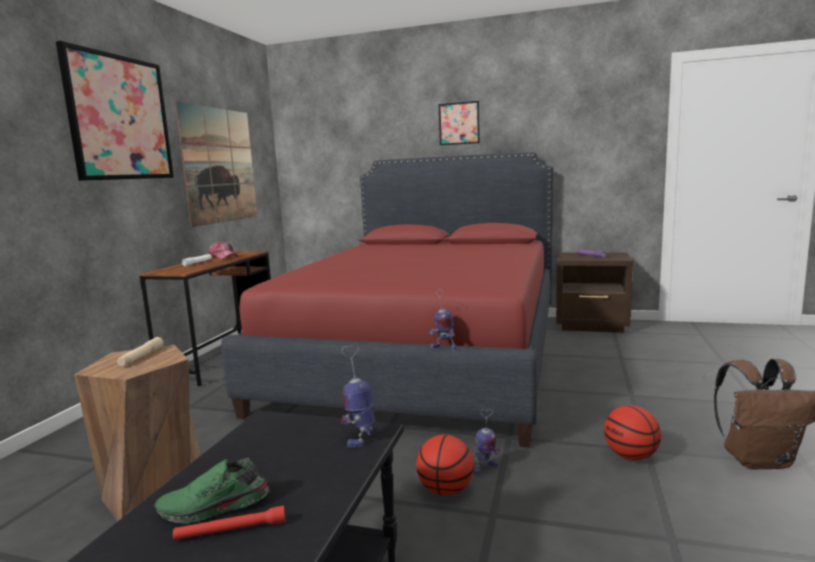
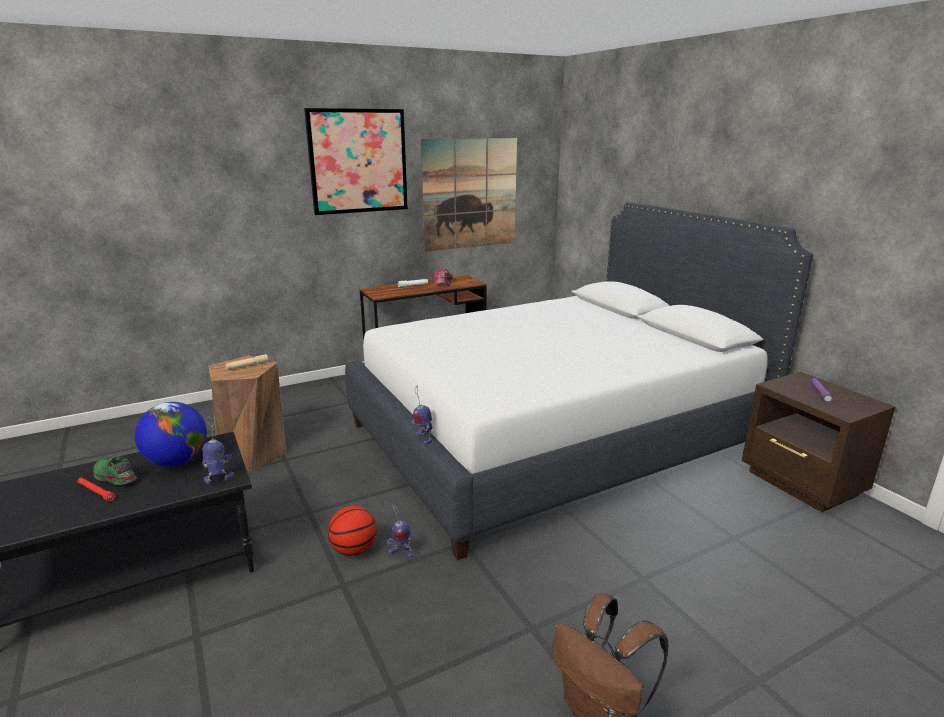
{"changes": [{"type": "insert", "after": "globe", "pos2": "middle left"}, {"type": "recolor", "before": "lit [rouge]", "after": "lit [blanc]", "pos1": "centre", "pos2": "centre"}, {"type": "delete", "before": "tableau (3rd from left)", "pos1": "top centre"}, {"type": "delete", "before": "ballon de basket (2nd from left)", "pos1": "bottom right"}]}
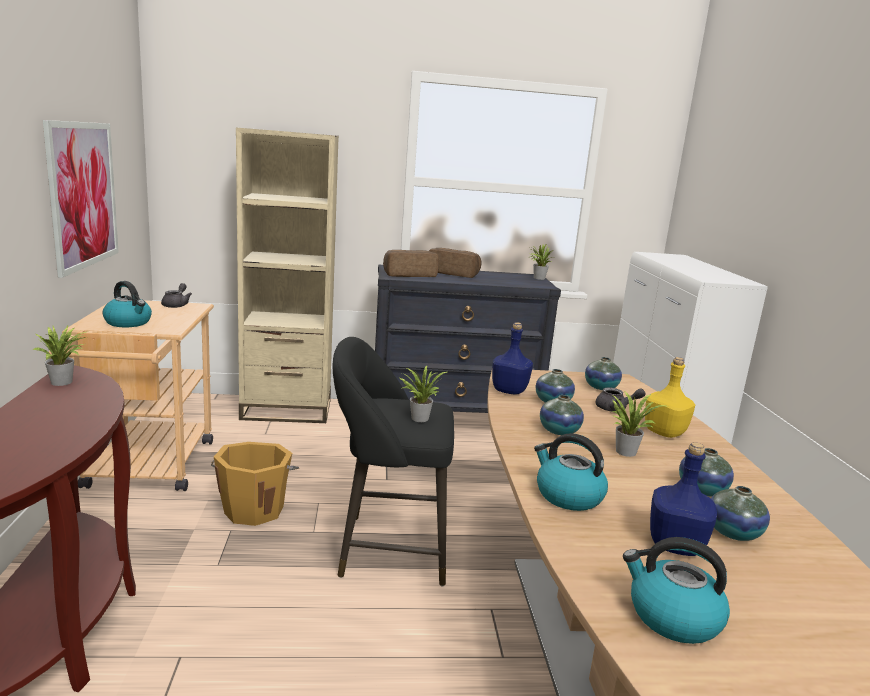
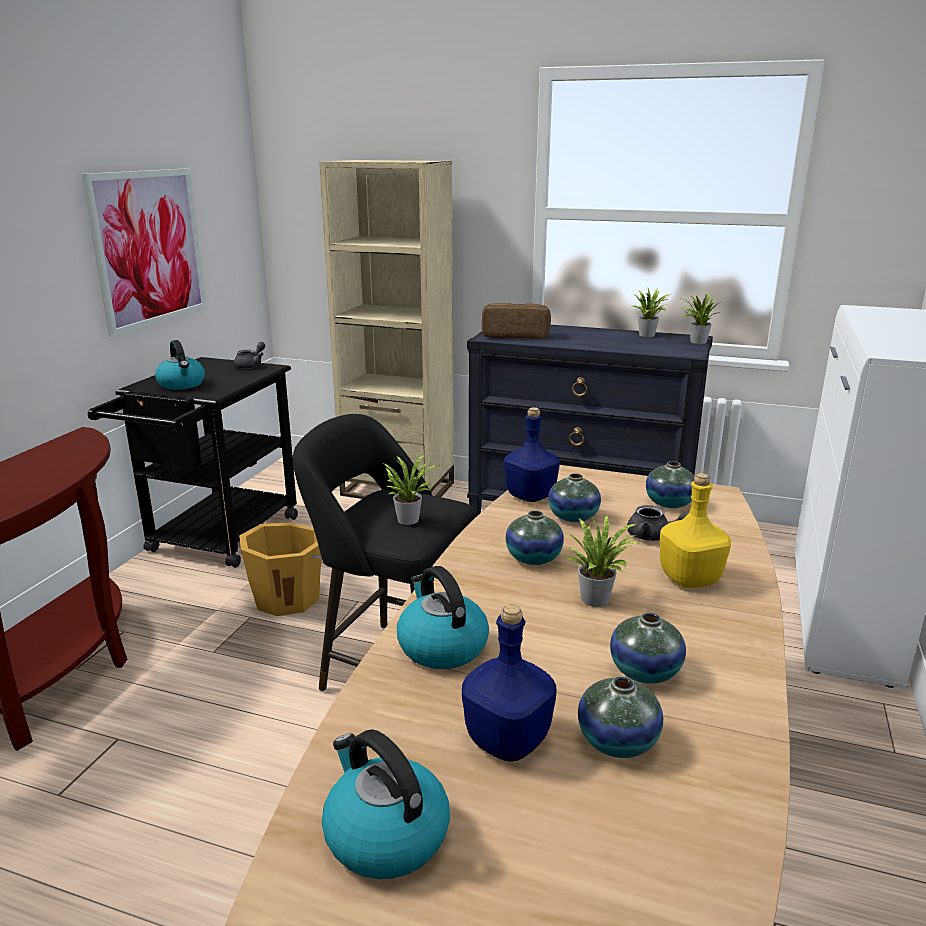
{"changes": [{"type": "recolor", "before": "chariot [beige]", "after": "chariot [noir]", "pos1": "middle left", "pos2": "middle left"}, {"type": "move", "before": "plante en pot (1st from left in the first image)", "after": "plante en pot (3rd from left)", "pos1": "middle left", "pos2": "middle right"}, {"type": "delete", "before": "pain (2nd from left)", "pos1": "centre"}]}
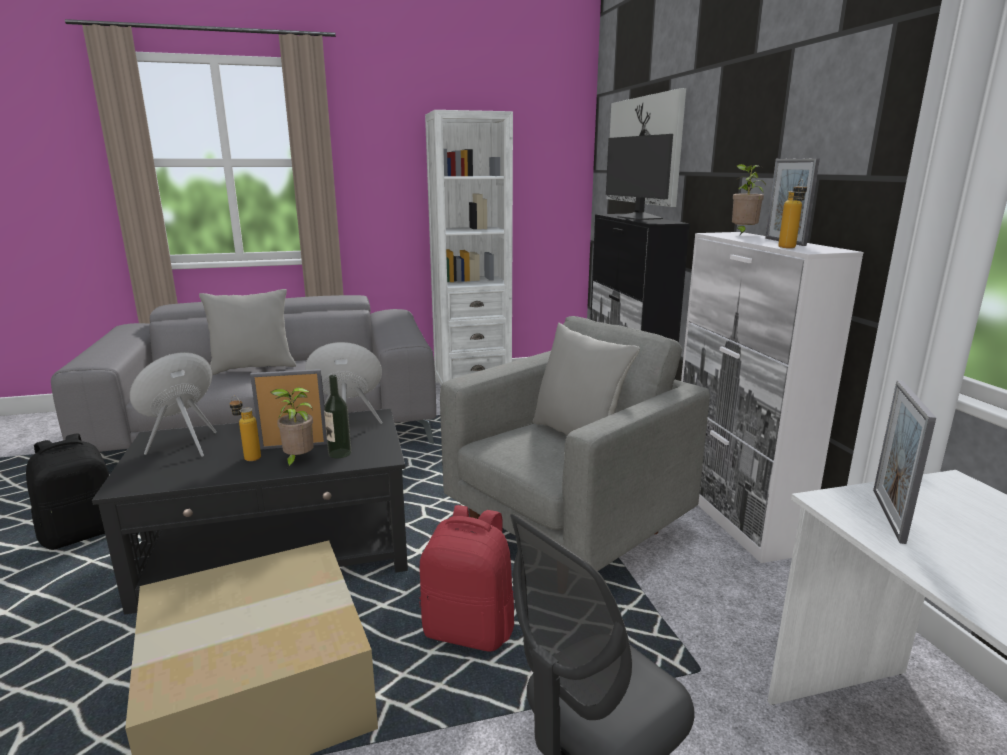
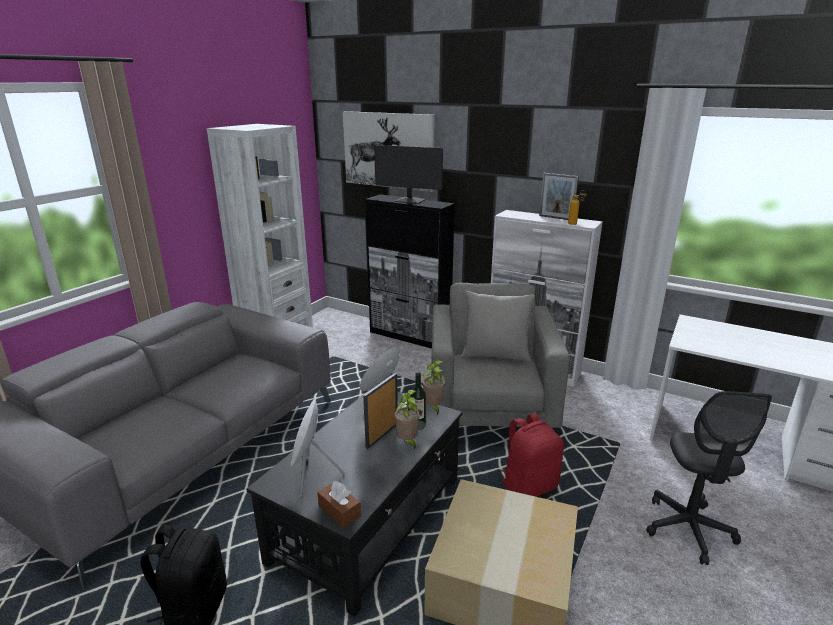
{"changes": [{"type": "insert", "after": "boîte à mouchoirs [marron]", "pos2": "bottom centre"}, {"type": "move", "before": "plante en pot (2nd from left)", "pos1": "top right", "pos2": "centre"}, {"type": "delete", "before": "coussin [gris] (1st from left)", "pos1": "middle left"}, {"type": "delete", "before": "bouteille (1st from left)", "pos1": "middle left"}, {"type": "delete", "before": "cadre photo (3rd from left)", "pos1": "middle right"}]}
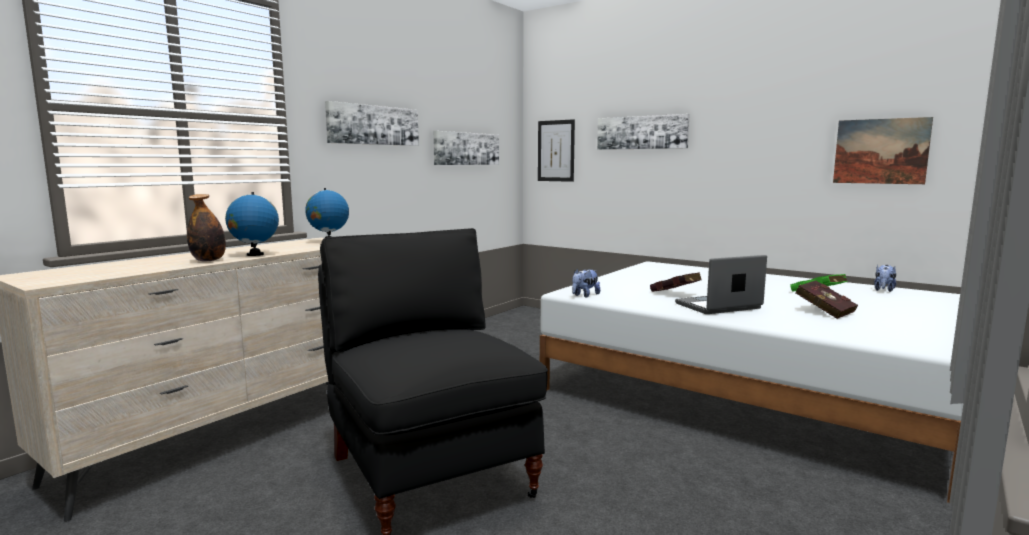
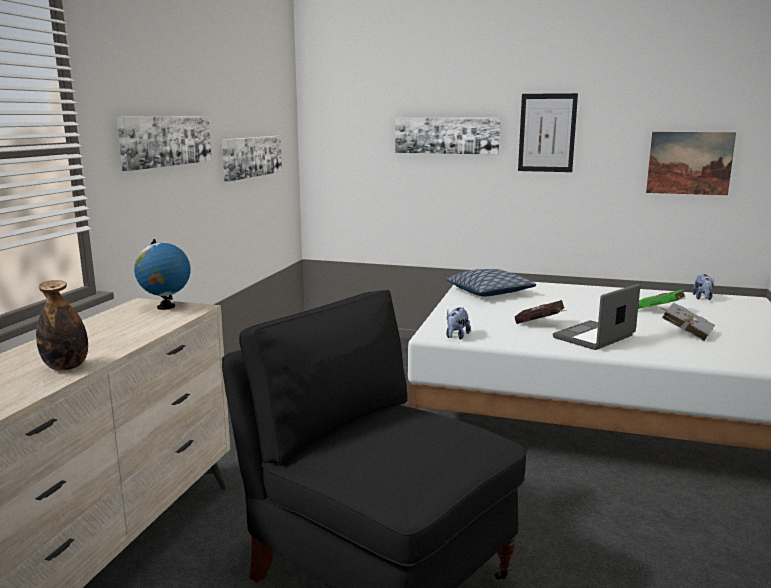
{"changes": [{"type": "insert", "after": "coussin", "pos2": "centre"}, {"type": "move", "before": "tableau (3rd from left in the first image)", "after": "tableau (4th from left)", "pos1": "top centre", "pos2": "top right"}, {"type": "recolor", "before": "livre [rouge] (2nd from left)", "after": "livre [gris]", "pos1": "middle right", "pos2": "middle right"}, {"type": "delete", "before": "globe (1st from left)", "pos1": "middle left"}]}
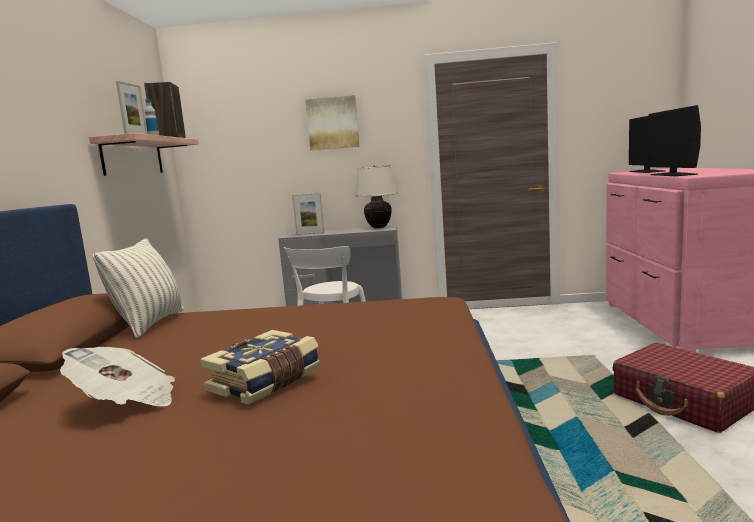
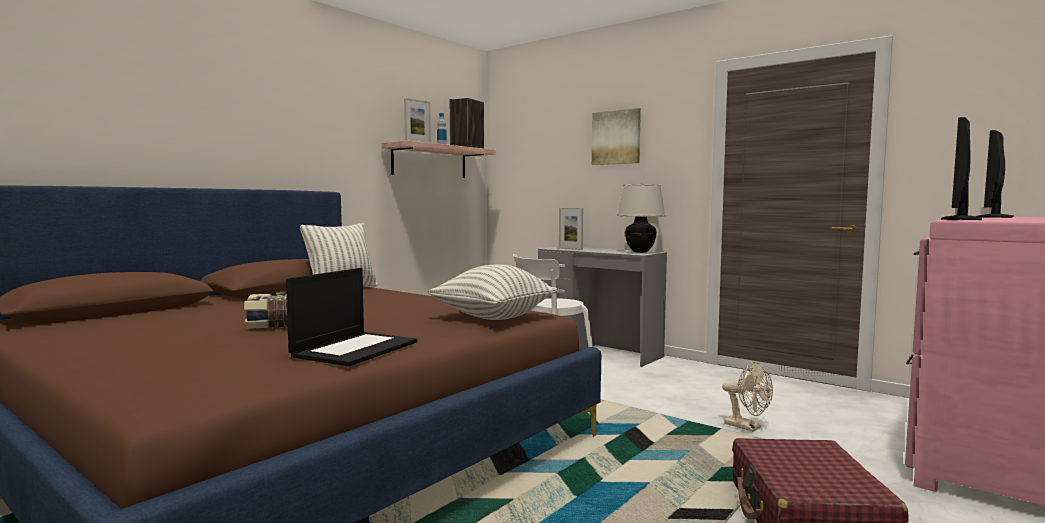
{"changes": [{"type": "insert", "after": "ordinateur portable", "pos2": "centre"}, {"type": "insert", "after": "coussin (2nd from left)", "pos2": "centre"}, {"type": "insert", "after": "ventilateur [beige]", "pos2": "bottom right"}, {"type": "delete", "before": "journal", "pos1": "bottom left"}]}
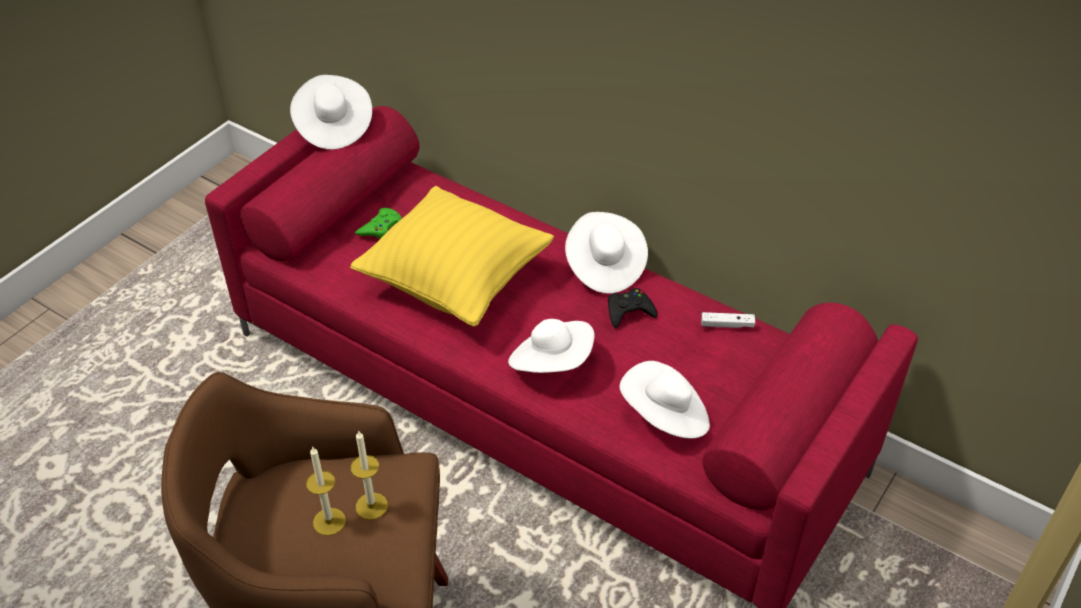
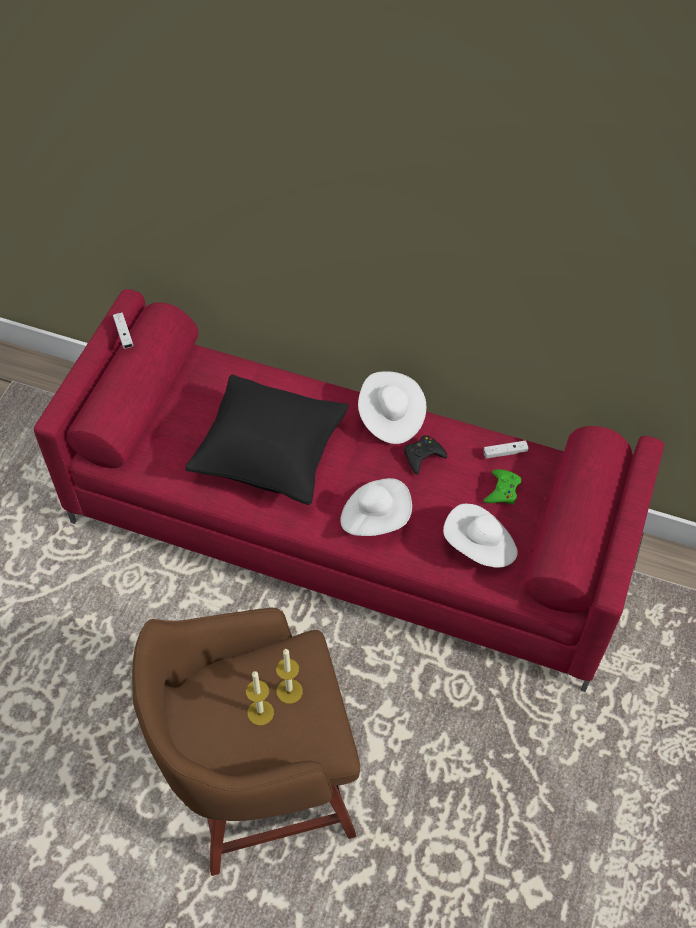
{"changes": [{"type": "replace", "before": "chapeau [blanc] (1st from left)", "after": "manette [blanc] (1st from left)", "pos1": "top left", "pos2": "middle left"}, {"type": "recolor", "before": "coussin [jaune]", "after": "coussin [noir]", "pos1": "centre", "pos2": "centre"}, {"type": "move", "before": "manette [vert]", "pos1": "centre", "pos2": "middle right"}]}
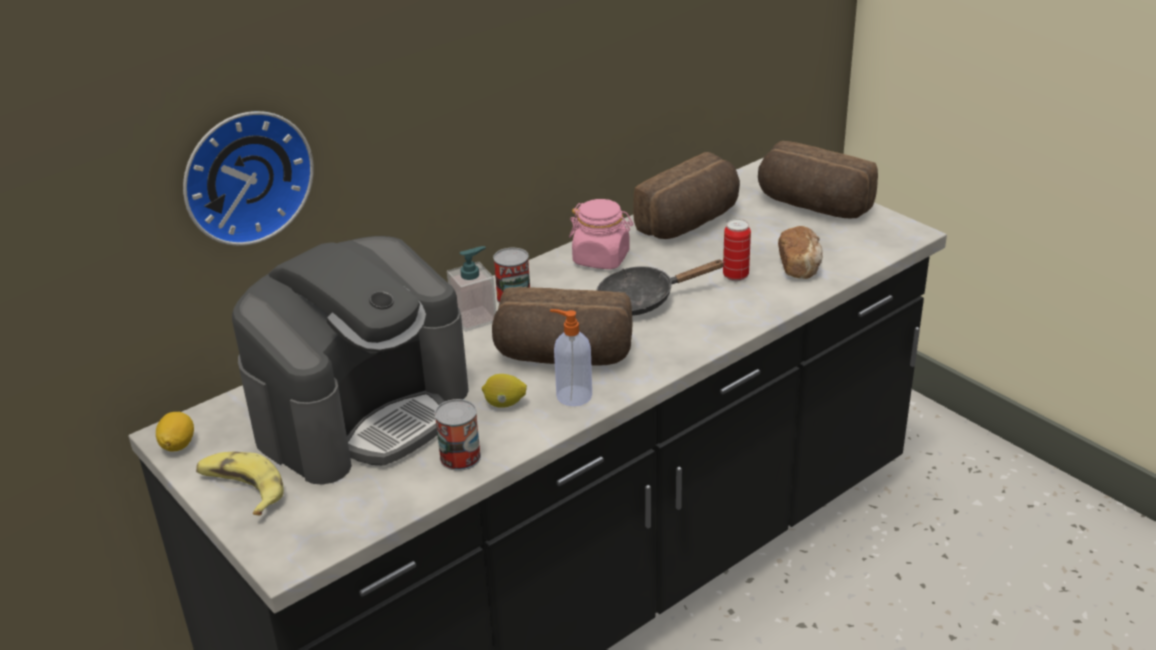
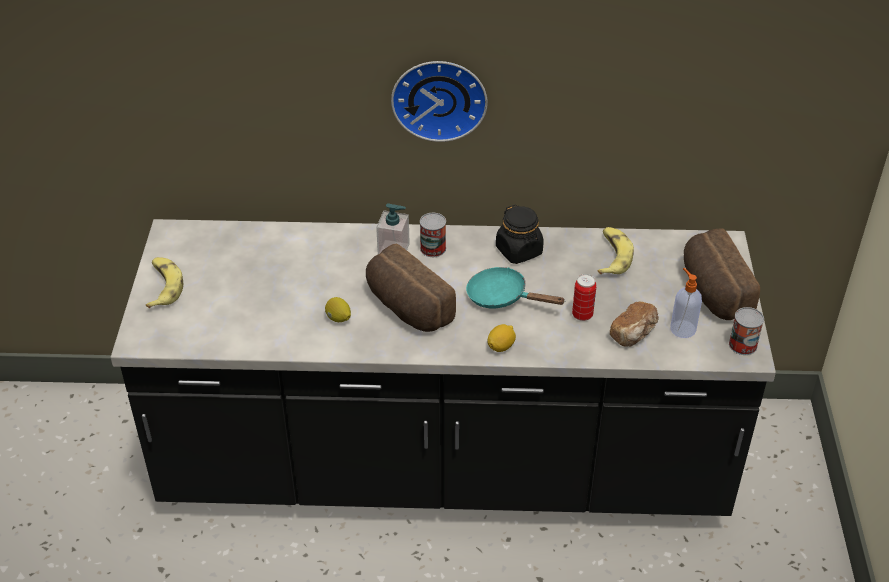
{"changes": [{"type": "move", "before": "horloge murale", "pos1": "top left", "pos2": "top centre"}, {"type": "recolor", "before": "poêle [noir]", "after": "poêle [turquoise]", "pos1": "centre", "pos2": "centre"}, {"type": "move", "before": "citron (1st from left in the first image)", "after": "citron (2nd from left)", "pos1": "middle left", "pos2": "centre"}, {"type": "recolor", "before": "bocal [rose]", "after": "bocal [noir]", "pos1": "centre", "pos2": "centre"}, {"type": "replace", "before": "pain (2nd from left)", "after": "banane (2nd from left)", "pos1": "top centre", "pos2": "middle right"}, {"type": "move", "before": "distributeur de savon (2nd from left)", "pos1": "centre", "pos2": "middle right"}, {"type": "move", "before": "boîte métallique (1st from left in the first image)", "after": "boîte métallique (3rd from left)", "pos1": "bottom centre", "pos2": "middle right"}, {"type": "delete", "before": "machine à café", "pos1": "middle left"}]}
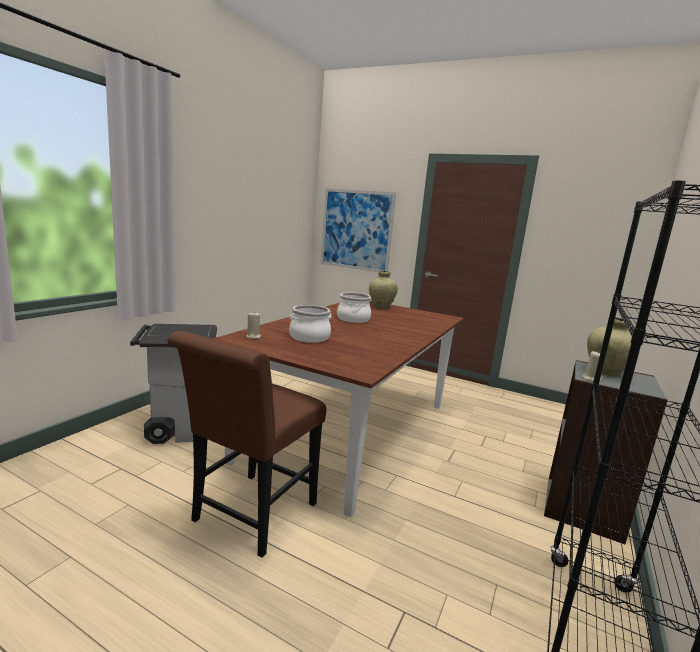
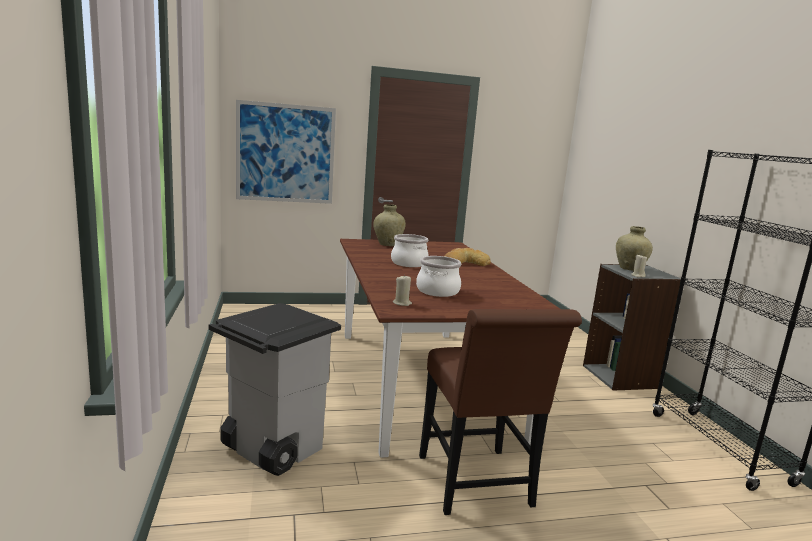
{"changes": [{"type": "insert", "after": "pain", "pos2": "centre"}]}
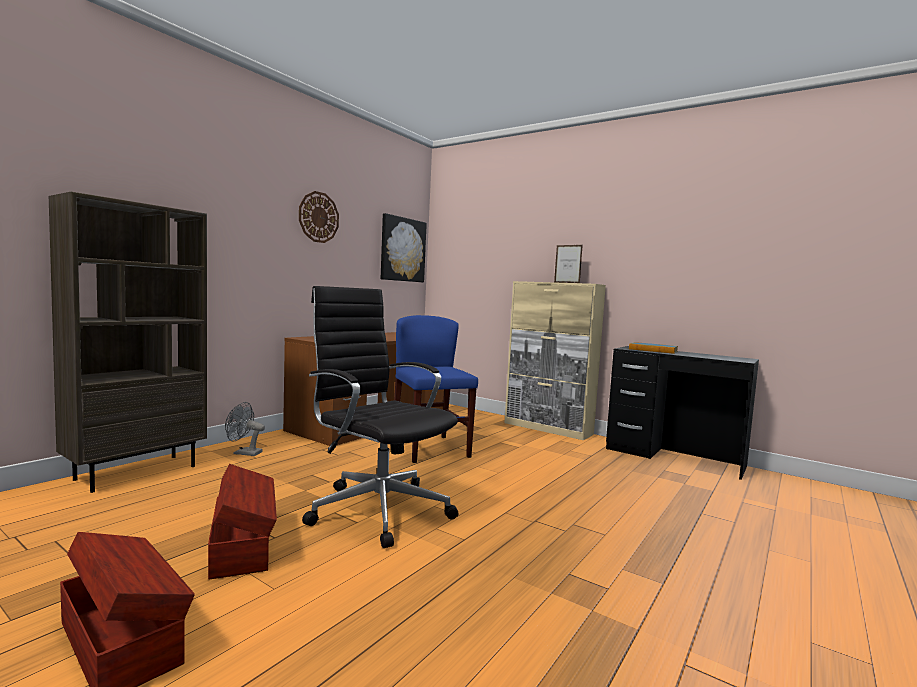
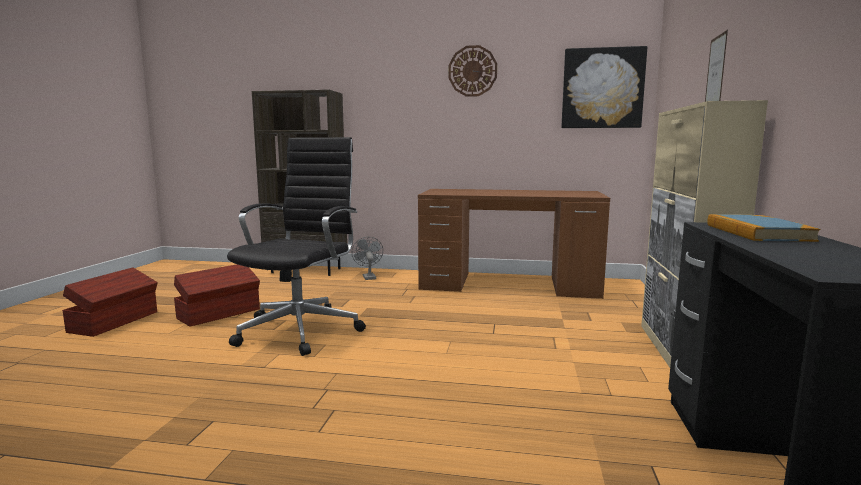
{"changes": [{"type": "delete", "before": "chaise [bleu]", "pos1": "centre"}]}
